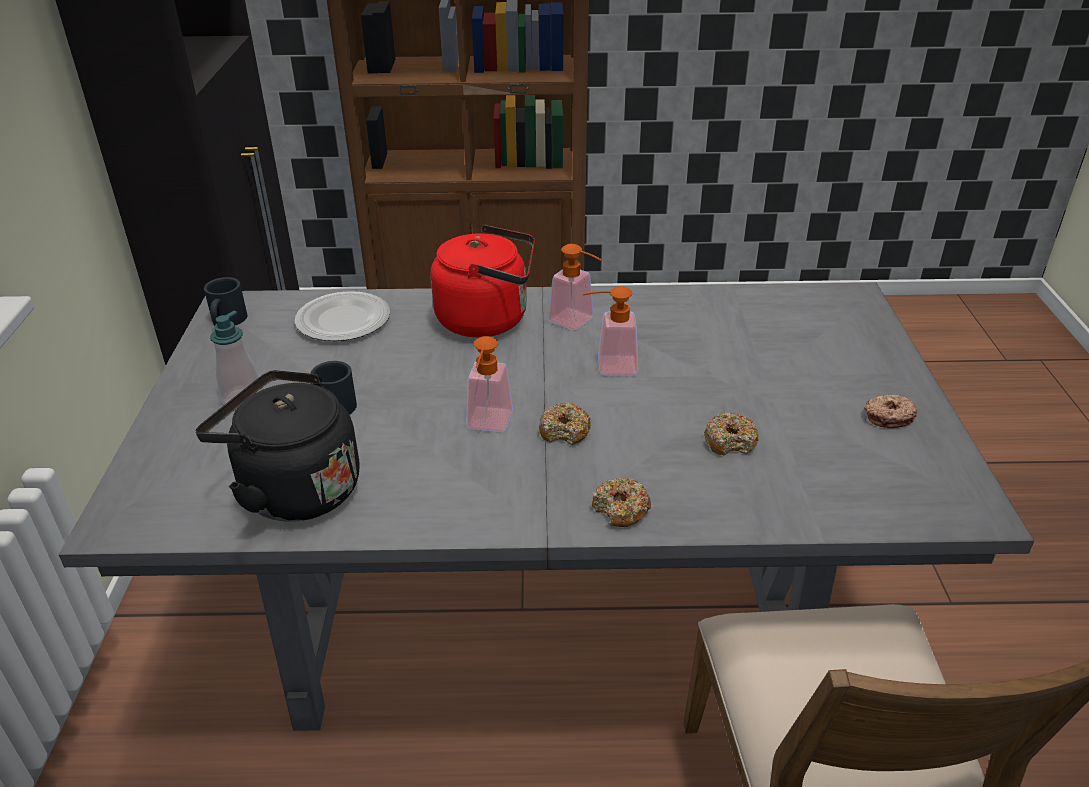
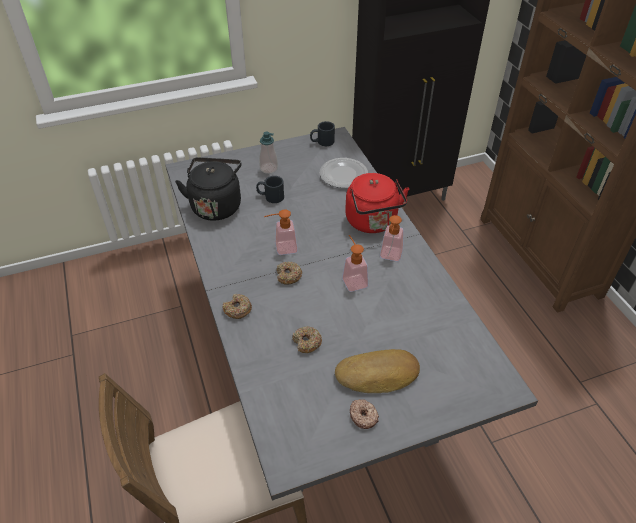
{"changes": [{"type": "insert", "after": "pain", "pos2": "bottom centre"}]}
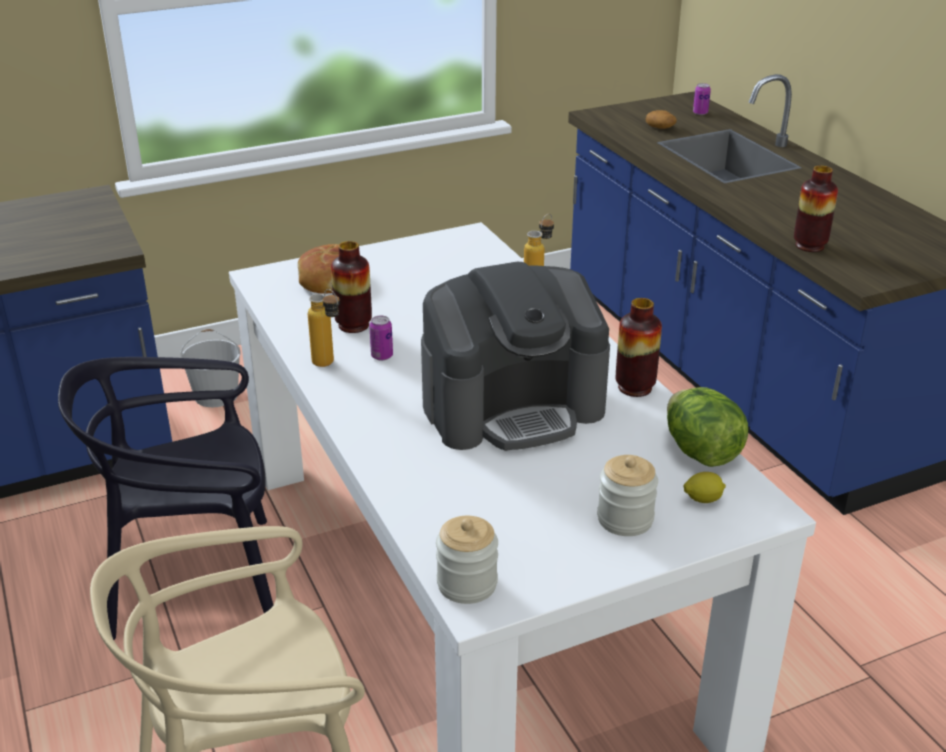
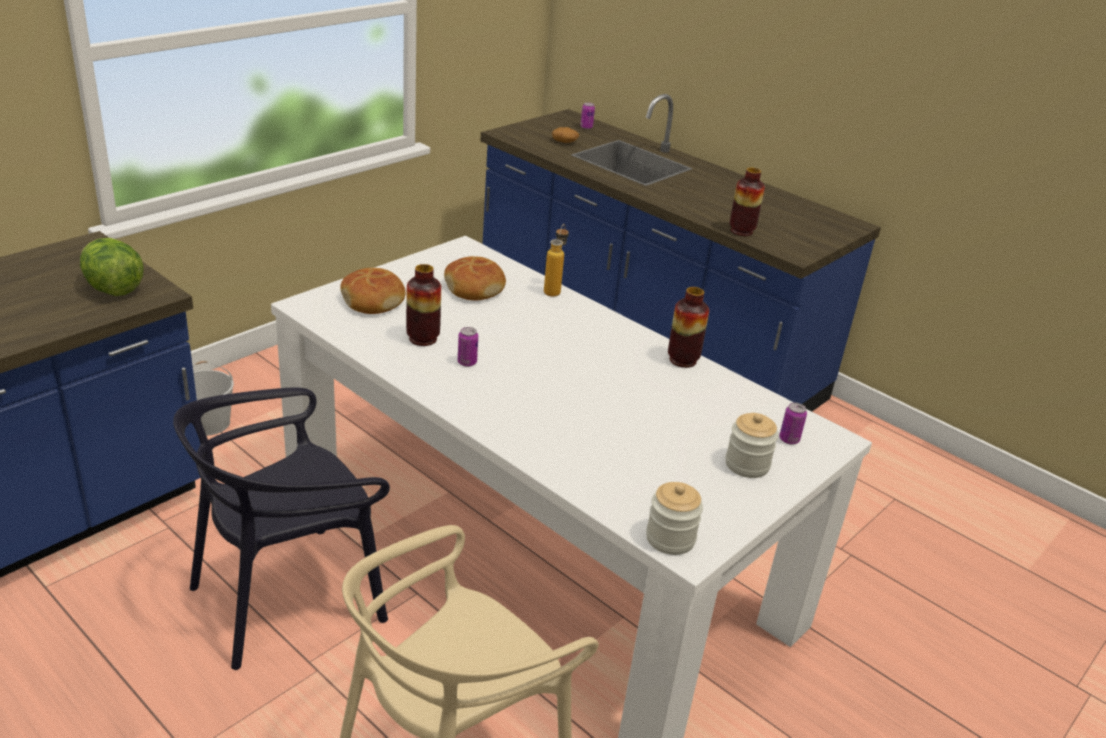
{"changes": [{"type": "move", "before": "laitue", "pos1": "middle right", "pos2": "middle left"}, {"type": "insert", "after": "pain (2nd from left)", "pos2": "centre"}, {"type": "replace", "before": "citron", "after": "boîte métallique (3rd from left)", "pos1": "middle right", "pos2": "middle right"}, {"type": "delete", "before": "bouteille (1st from left)", "pos1": "centre"}, {"type": "delete", "before": "machine à café", "pos1": "centre"}]}
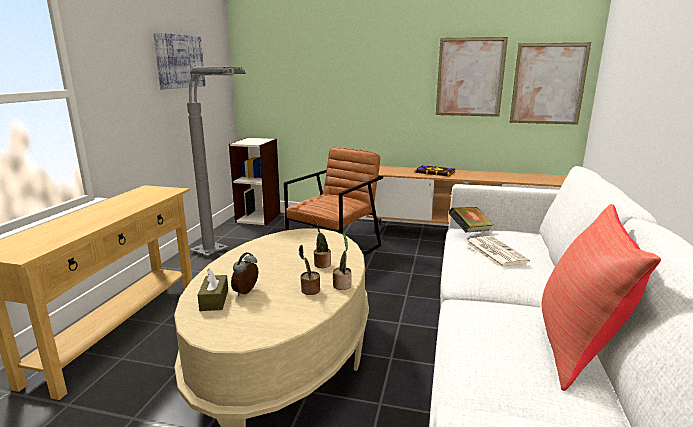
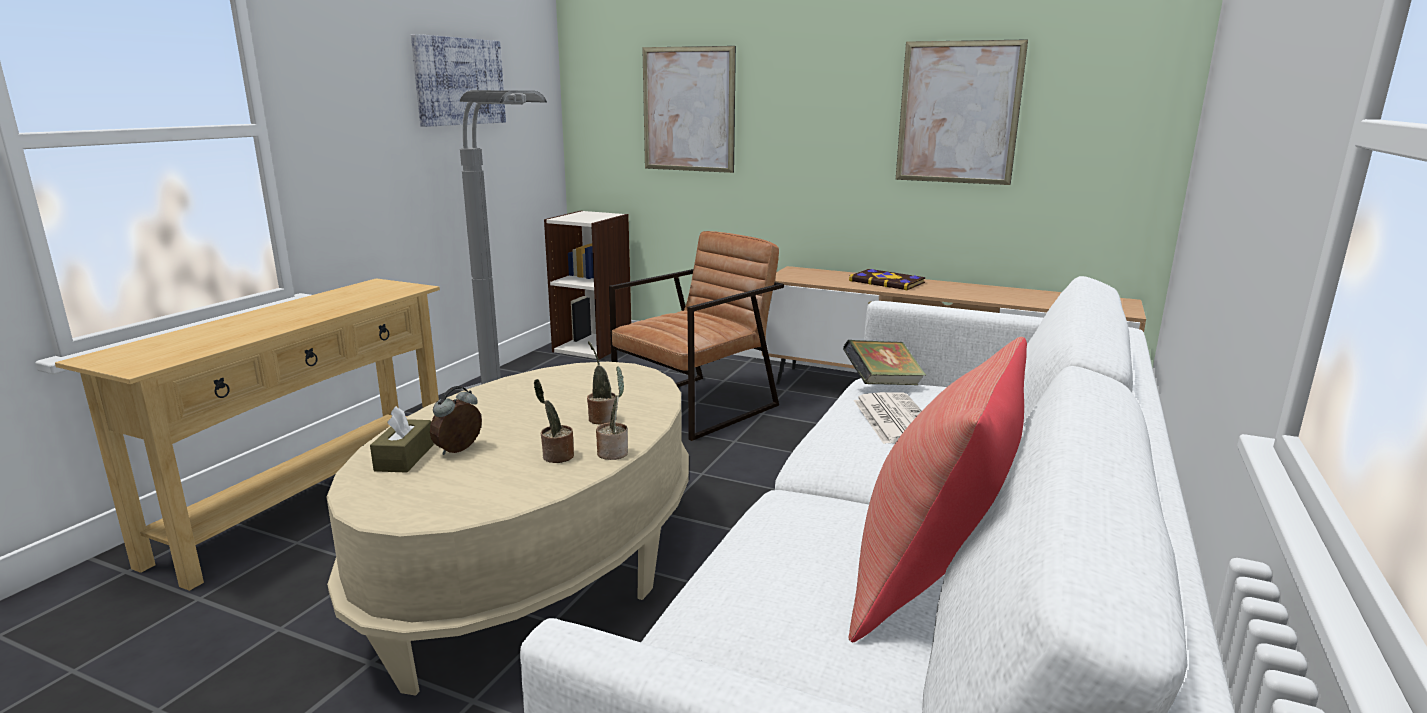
{"changes": [{"type": "move", "before": "tableau (3rd from left in the first image)", "after": "tableau (2nd from left)", "pos1": "top right", "pos2": "top centre"}]}
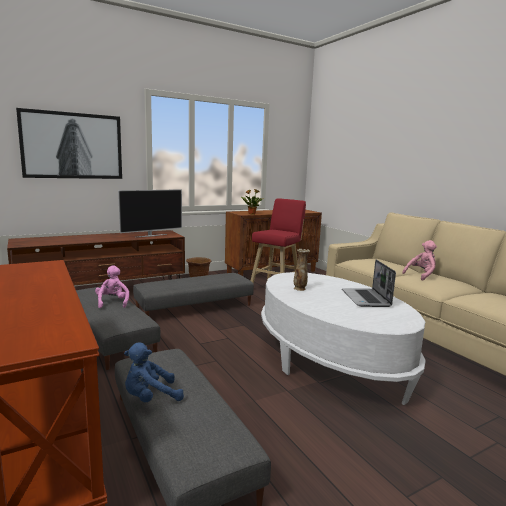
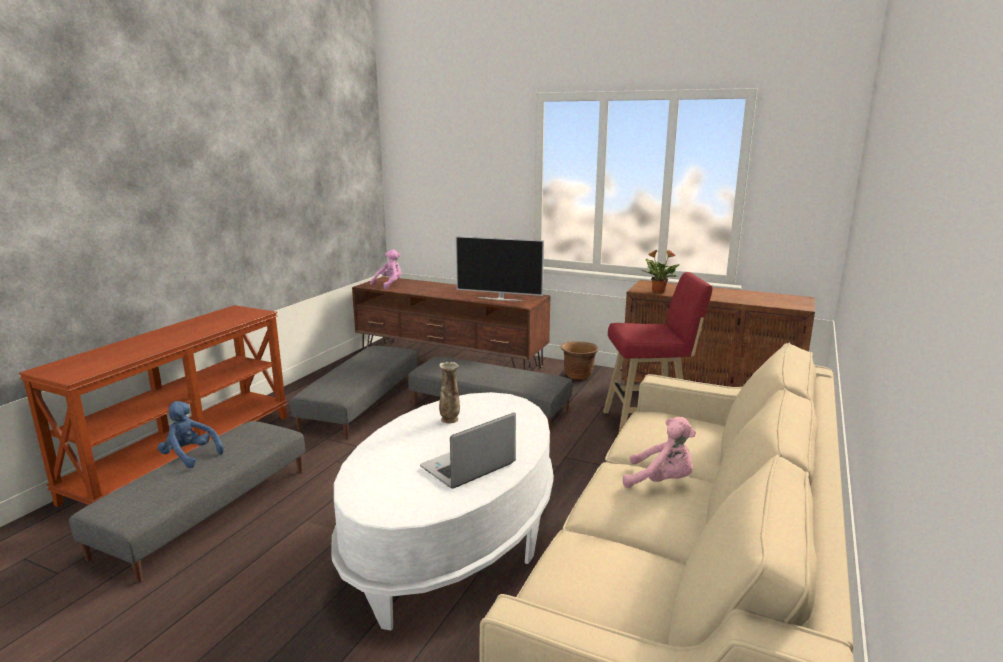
{"changes": [{"type": "move", "before": "peluche [rose] (1st from left)", "pos1": "middle left", "pos2": "centre"}, {"type": "delete", "before": "tableau", "pos1": "top left"}]}
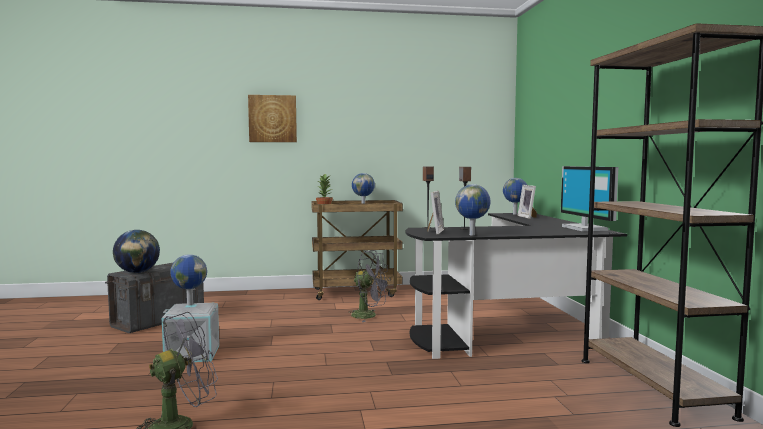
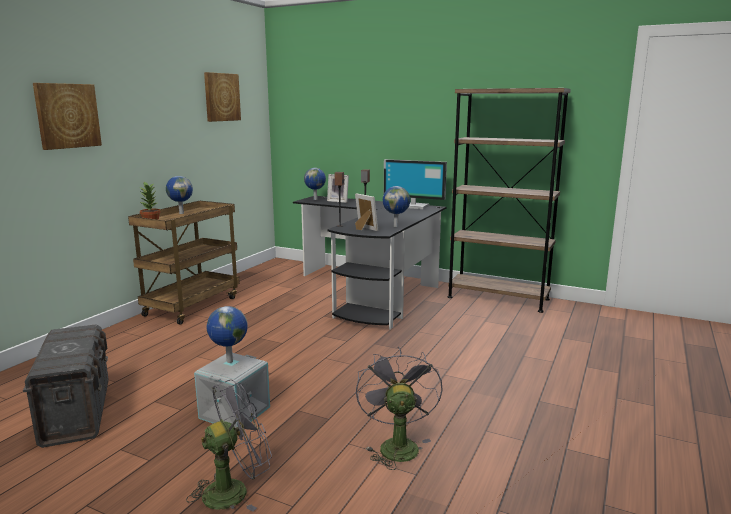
{"changes": [{"type": "move", "before": "ventilateur [gris] (2nd from left in the first image)", "after": "ventilateur [gris] (1st from left)", "pos1": "bottom centre", "pos2": "bottom left"}, {"type": "insert", "after": "tableau (2nd from left)", "pos2": "top left"}, {"type": "delete", "before": "globe (1st from left)", "pos1": "middle left"}]}
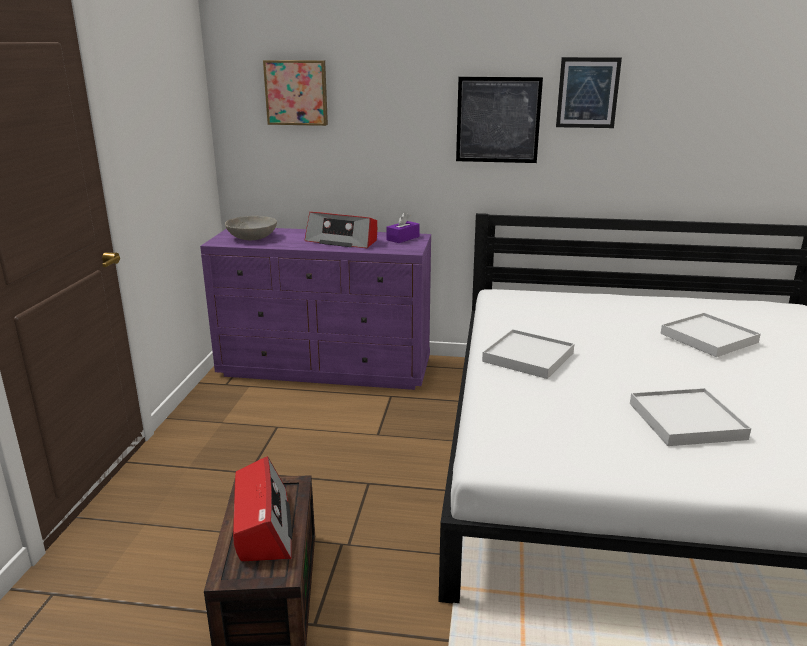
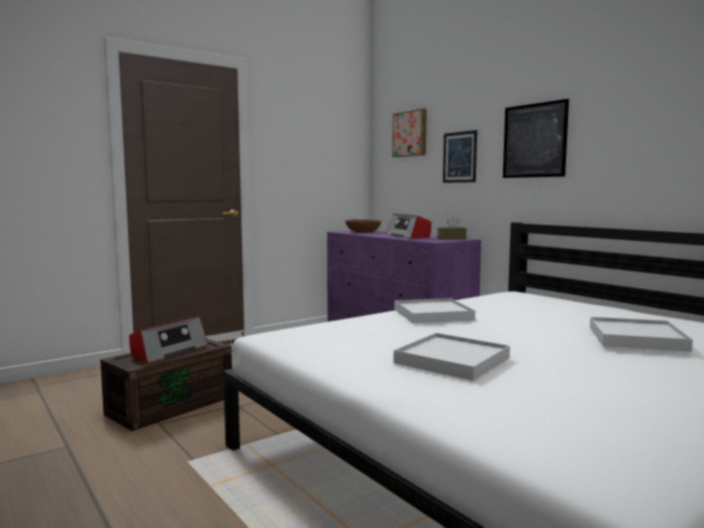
{"changes": [{"type": "recolor", "before": "bol [gris]", "after": "bol [marron]", "pos1": "middle left", "pos2": "centre"}, {"type": "recolor", "before": "boîte à mouchoirs [violet]", "after": "boîte à mouchoirs [marron]", "pos1": "centre", "pos2": "centre"}, {"type": "move", "before": "tableau (3rd from left in the first image)", "after": "tableau (2nd from left)", "pos1": "top right", "pos2": "top centre"}]}
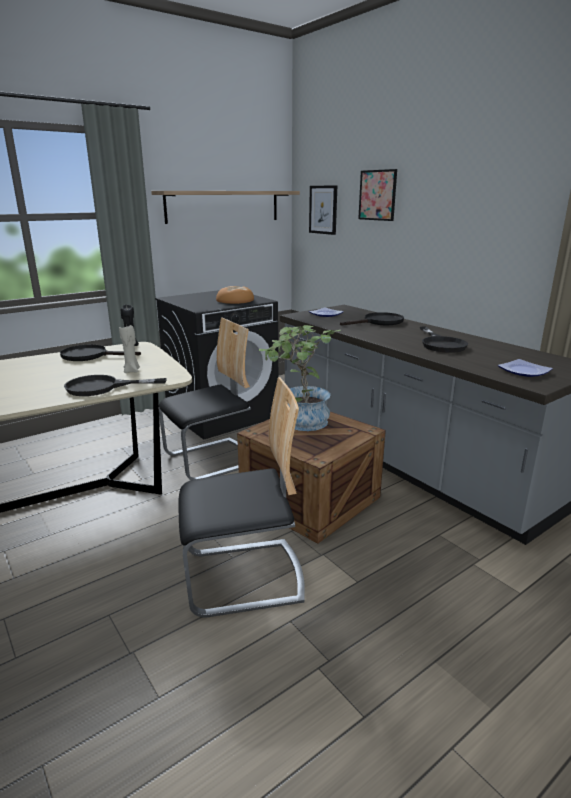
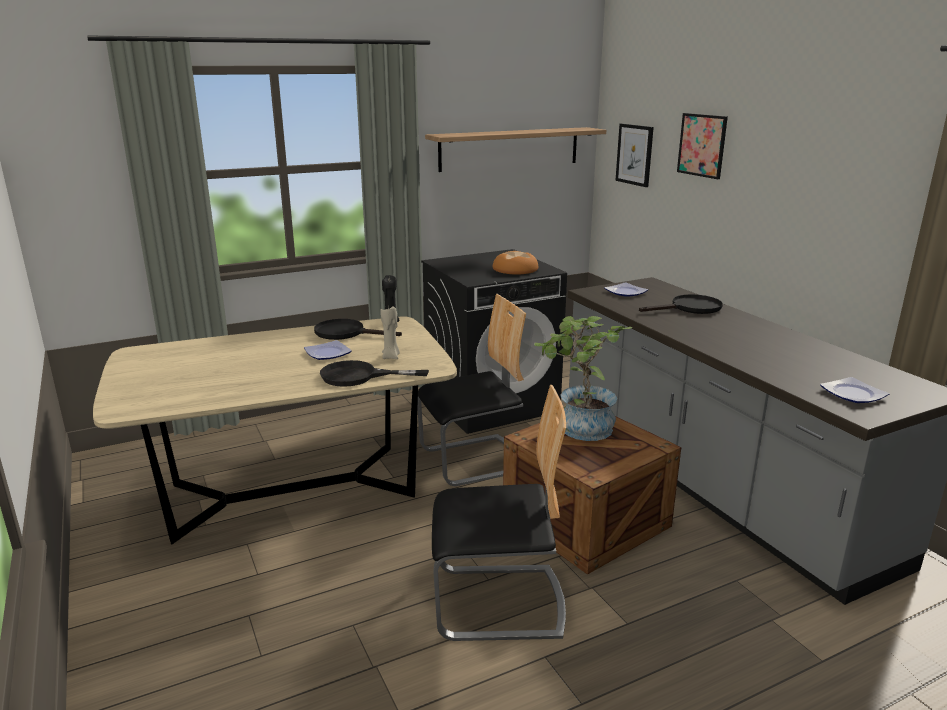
{"changes": [{"type": "insert", "after": "assiette (1st from left)", "pos2": "centre"}, {"type": "delete", "before": "poêle [noir] (4th from left)", "pos1": "middle right"}]}
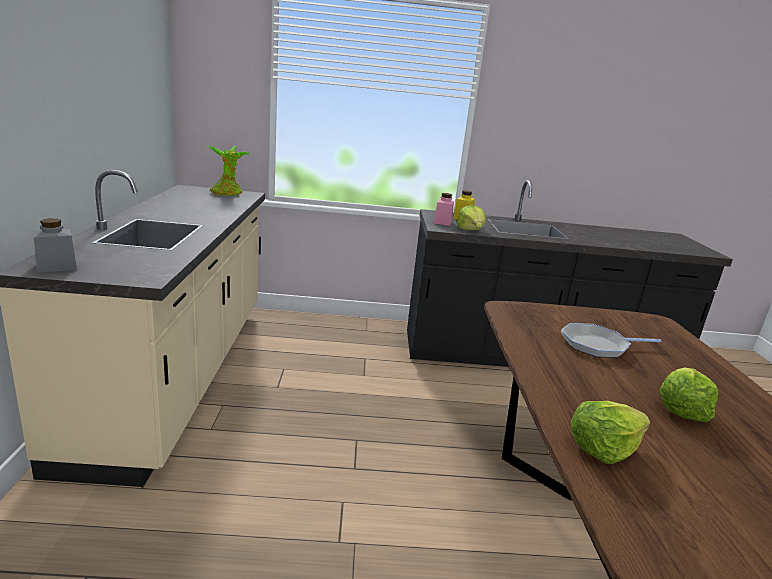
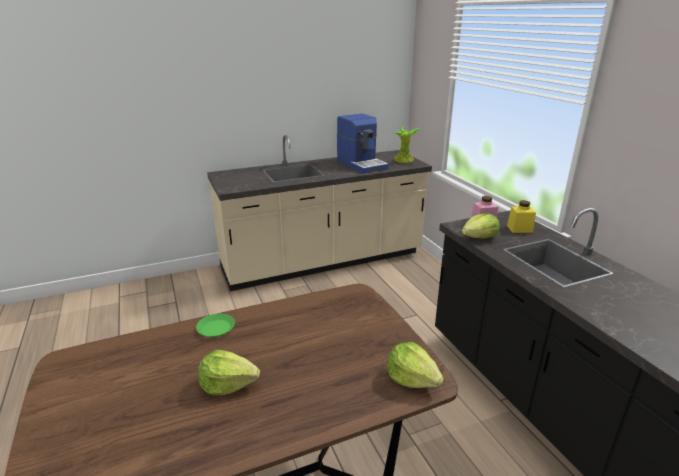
{"changes": [{"type": "insert", "after": "assiette [vert]", "pos2": "bottom left"}, {"type": "insert", "after": "machine à café", "pos2": "top centre"}, {"type": "move", "before": "laitue (2nd from left)", "pos1": "bottom right", "pos2": "bottom centre"}, {"type": "delete", "before": "bocal [gris]", "pos1": "middle left"}, {"type": "delete", "before": "poêle", "pos1": "middle right"}]}
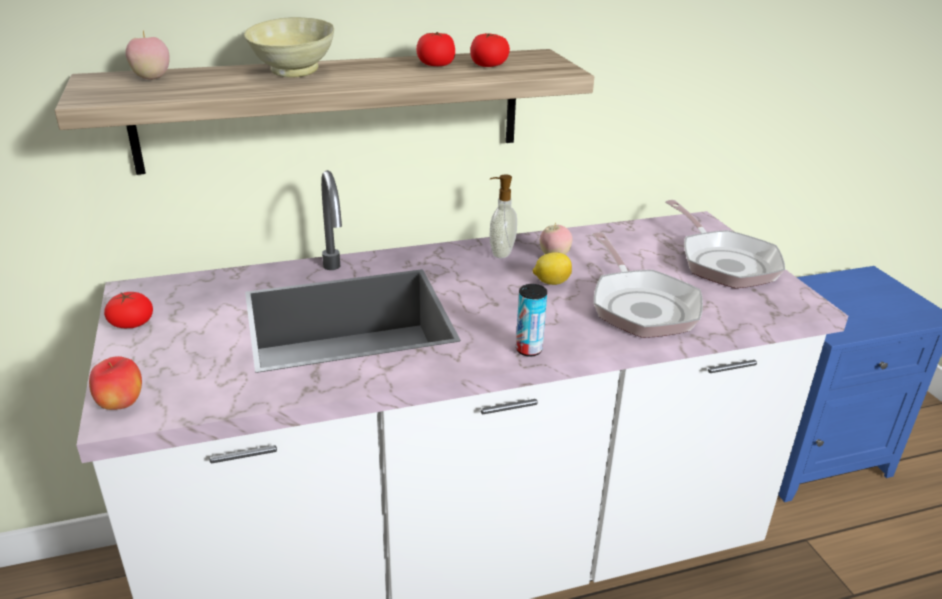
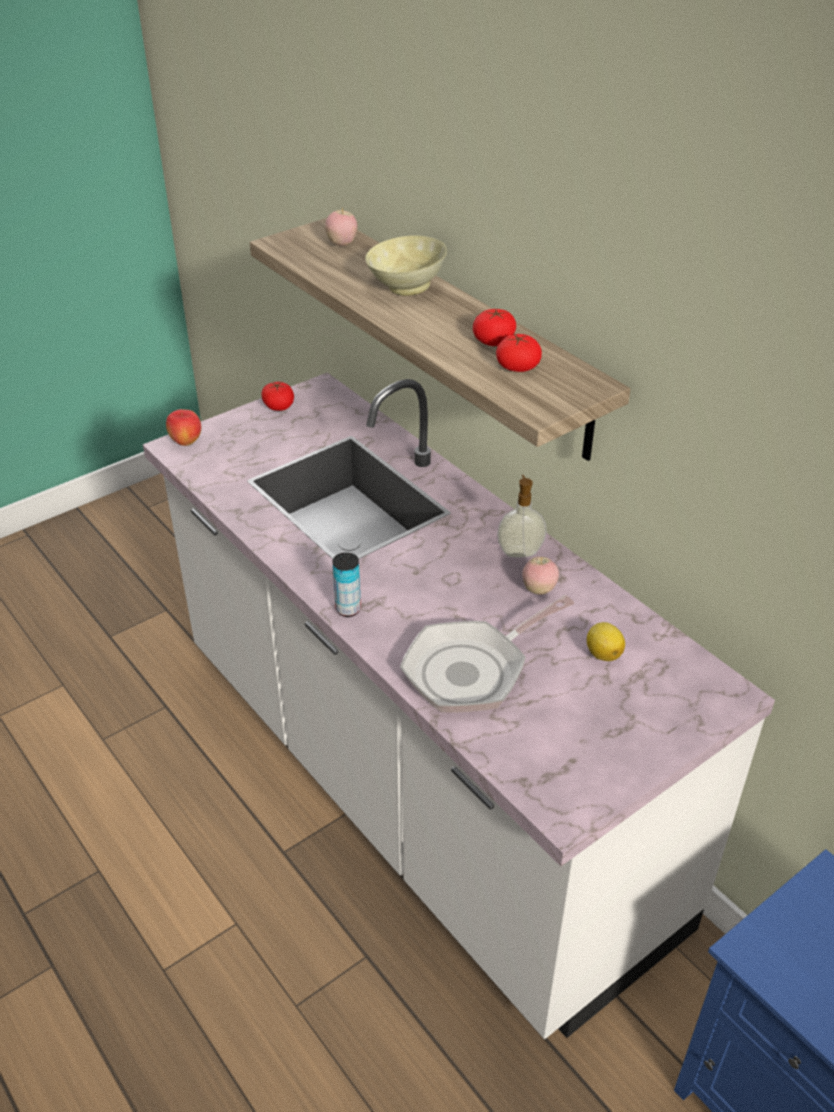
{"changes": [{"type": "move", "before": "citron", "pos1": "centre", "pos2": "middle right"}, {"type": "delete", "before": "poêle (2nd from left)", "pos1": "middle right"}]}
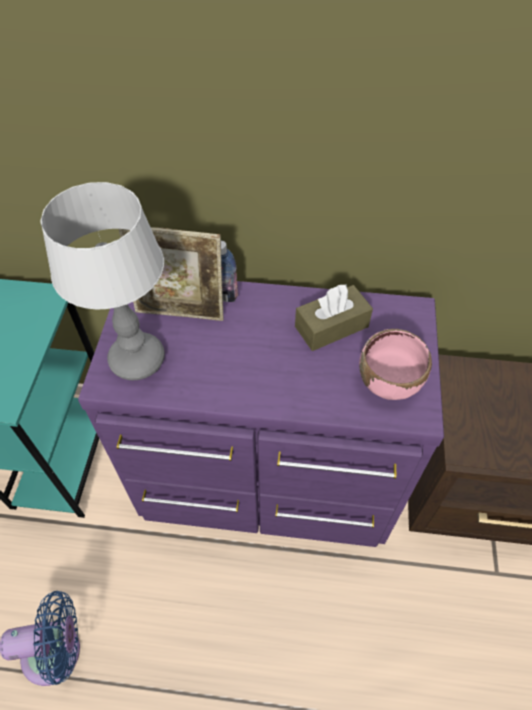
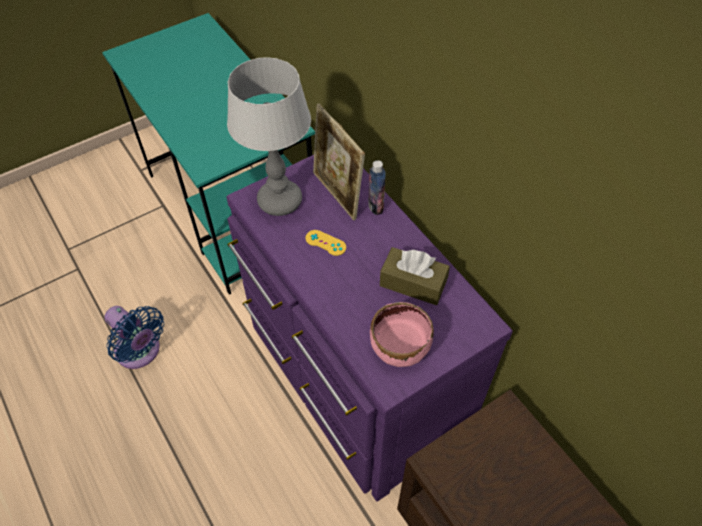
{"changes": [{"type": "insert", "after": "manette [jaune]", "pos2": "centre"}]}
